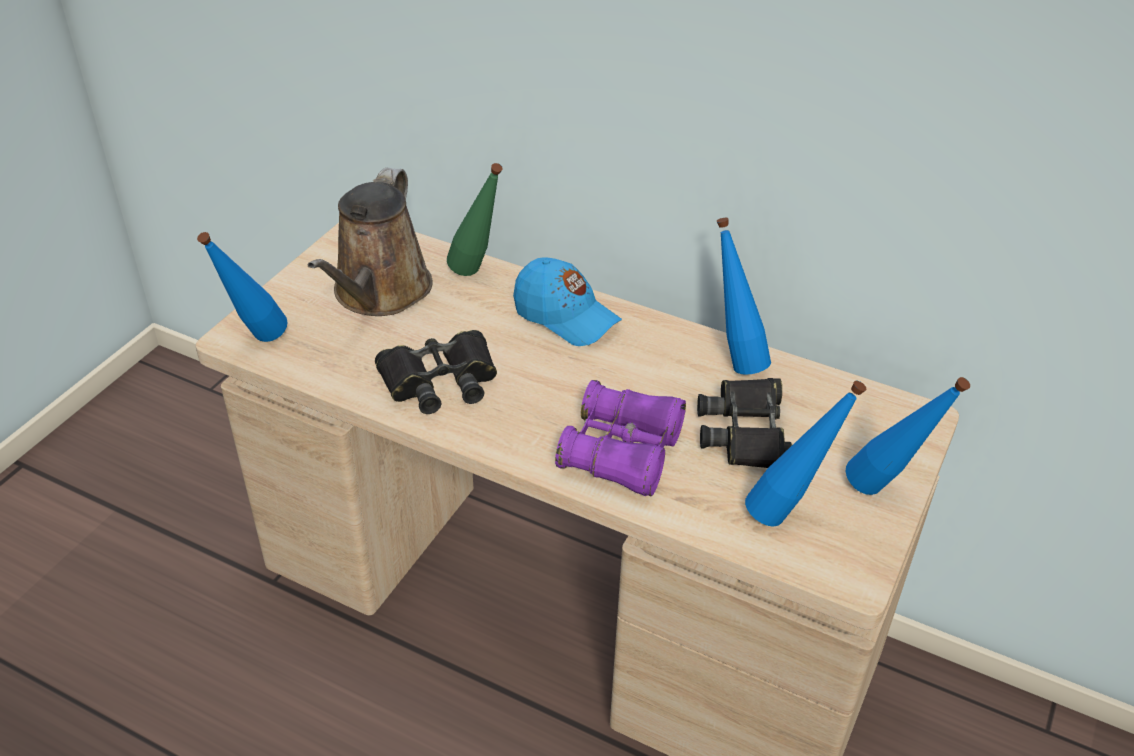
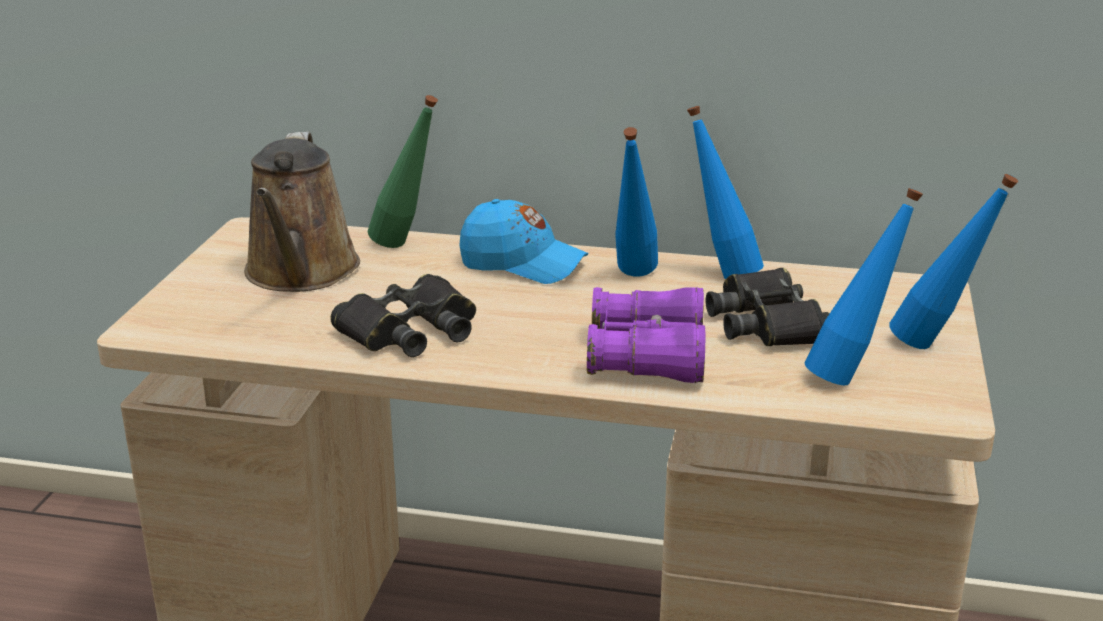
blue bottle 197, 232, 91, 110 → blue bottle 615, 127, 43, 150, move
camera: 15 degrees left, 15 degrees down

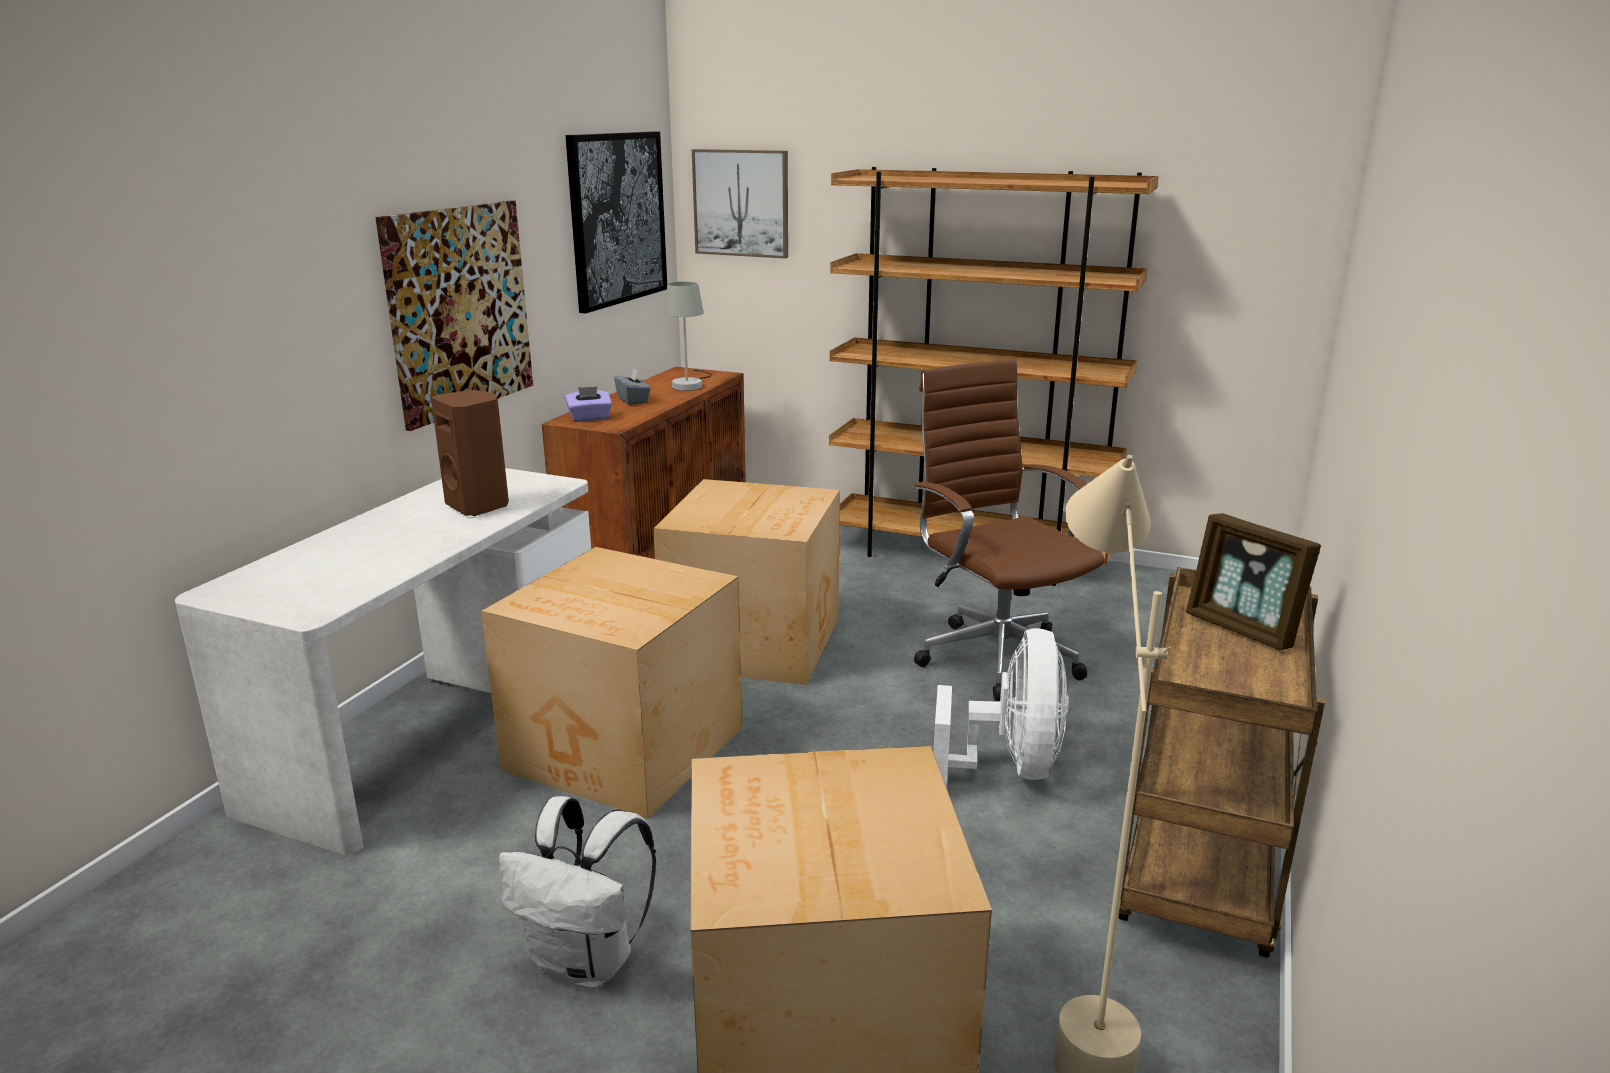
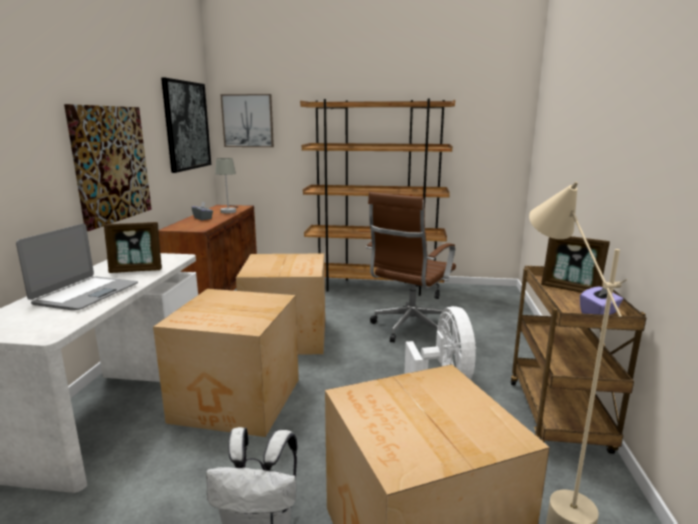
brownish computer chair 913, 359, 192, 342 → brownish computer chair 366, 192, 90, 151, 105 degrees counterclockwise
purple-coloured tissue holder 565, 386, 47, 36 → purple-coloured tissue holder 580, 287, 43, 28, move
brownish speaker 431, 390, 78, 126 → photo frame 104, 222, 58, 51
- → portable computer 16, 224, 122, 86
camera: 15 degrees left, 5 degrees down

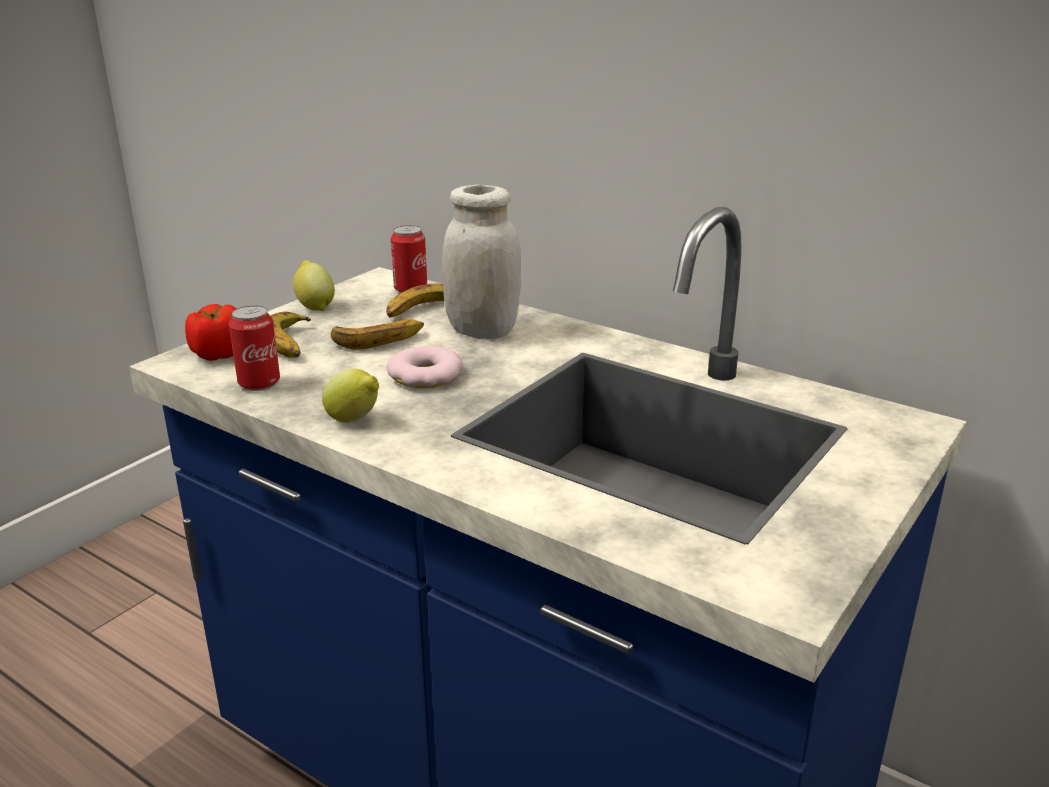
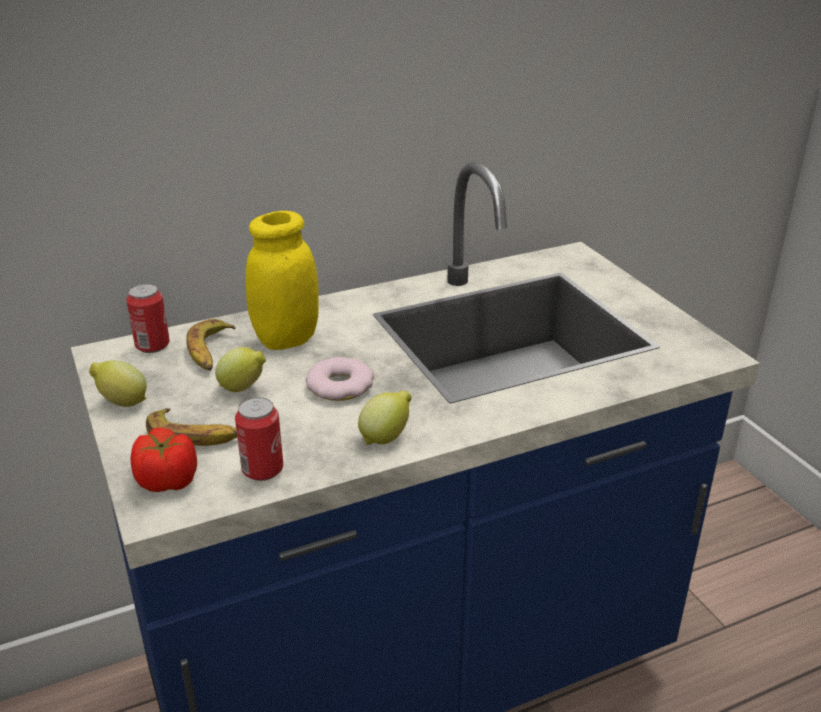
white-coloured storage jar 442, 185, 79, 154 → yellowish storage jar 246, 211, 73, 139
banana fruit 331, 319, 93, 30 → whole lemon 215, 347, 51, 45
camera: 60 degrees left, 5 degrees up

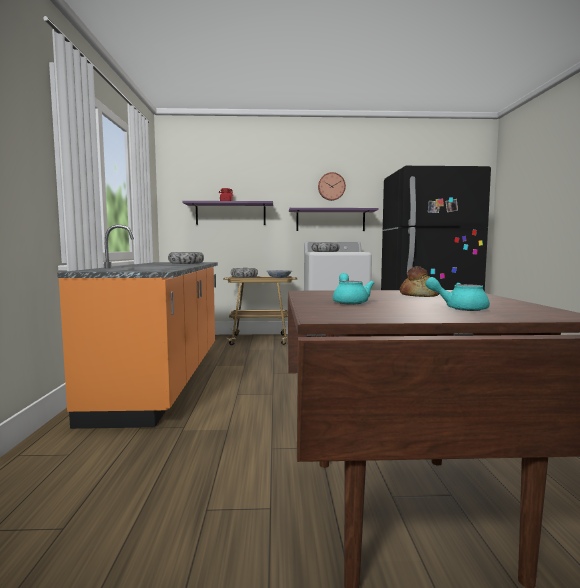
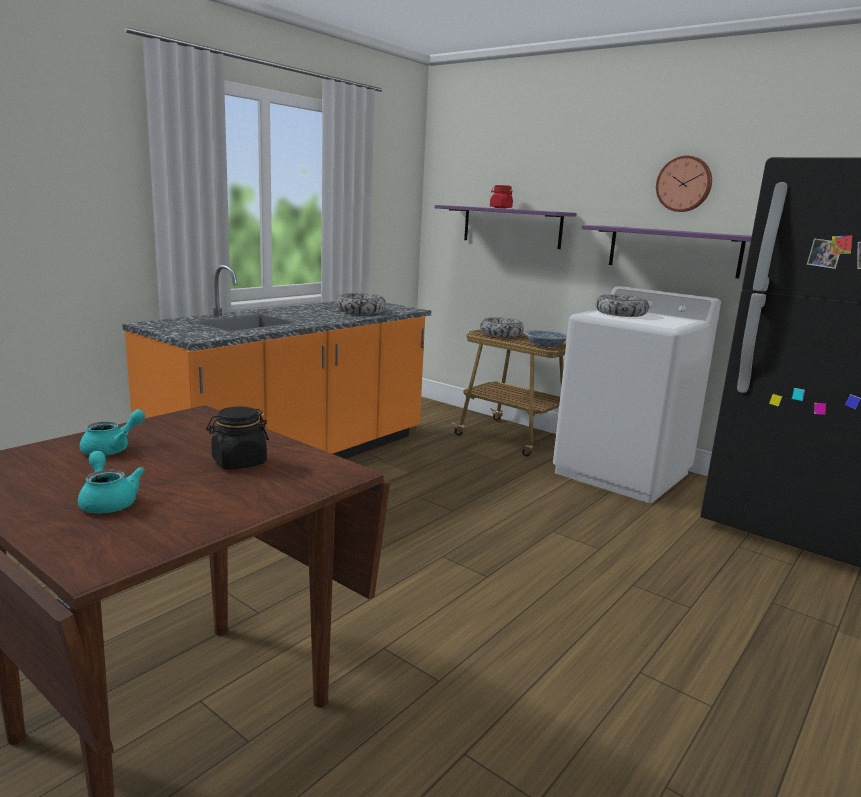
baked bread 400, 266, 39, 31 → black-coloured storage jar 206, 406, 63, 63
camera: 40 degrees right, 10 degrees up

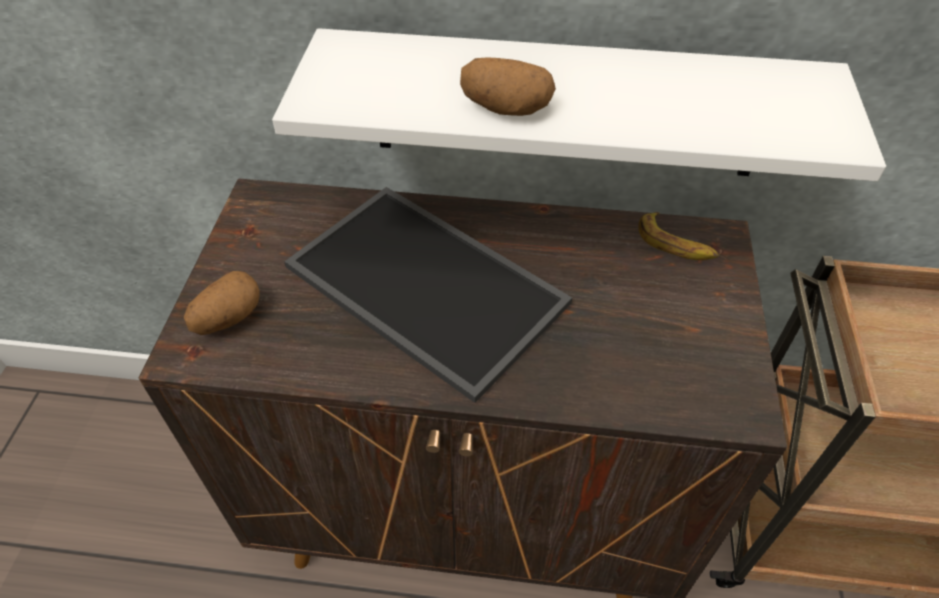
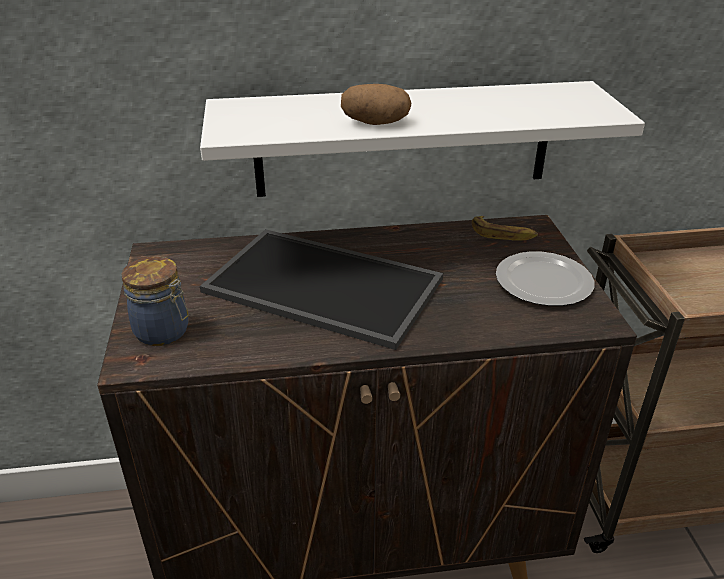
spud 184, 271, 76, 64 → storage jar 122, 256, 67, 90
- → dinner plate 496, 252, 98, 54
camera: 15 degrees left, 15 degrees down

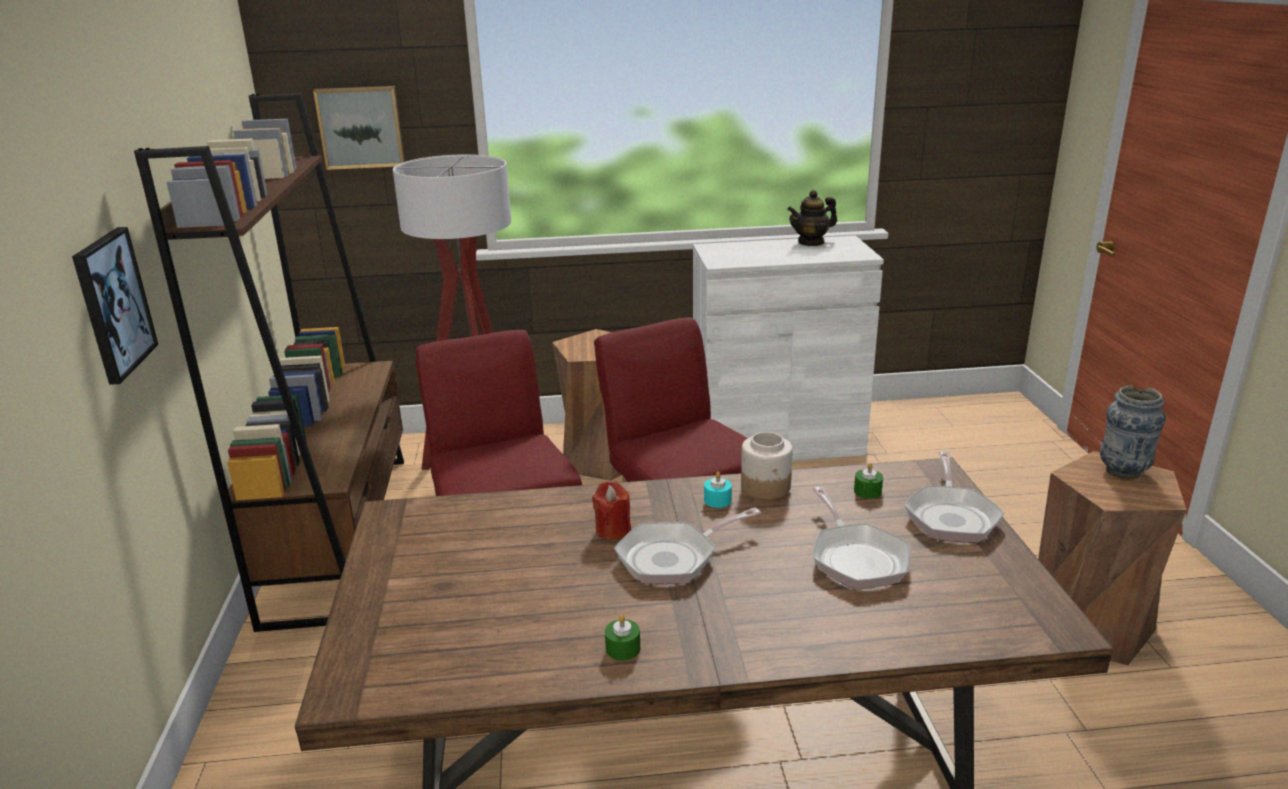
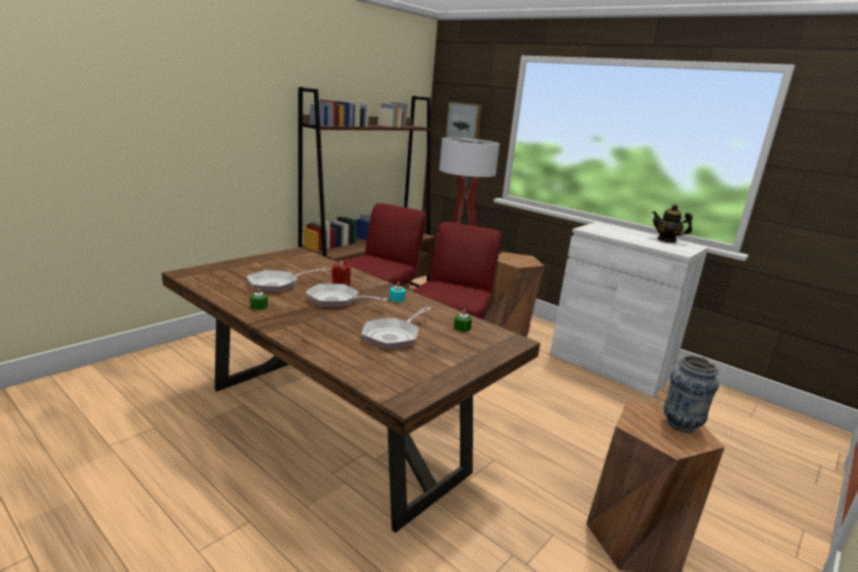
picture 72, 227, 86, 158 → -
storage jar 741, 432, 52, 67 → -
skillet 904, 451, 100, 92 → skillet 246, 268, 80, 25, move
camera: 45 degrees right, 5 degrees down

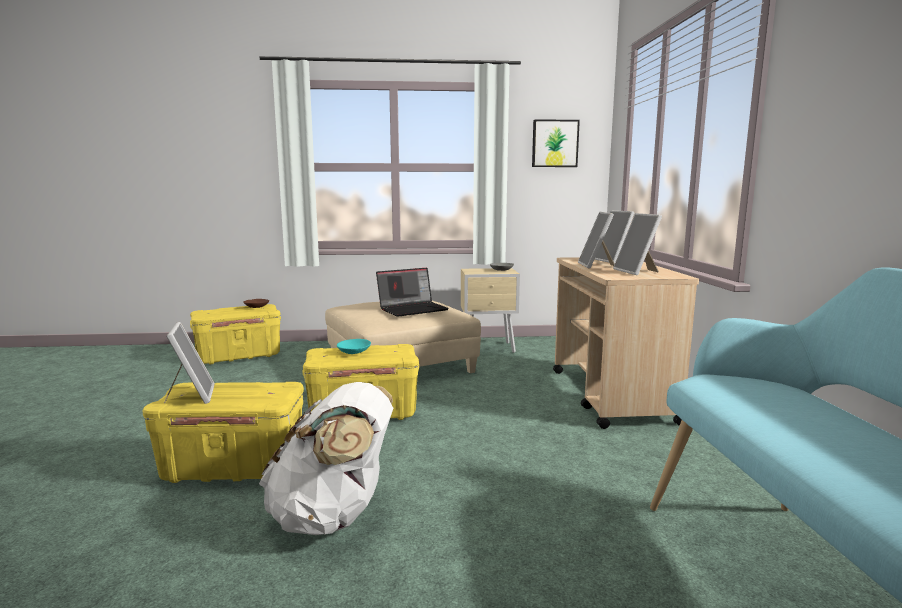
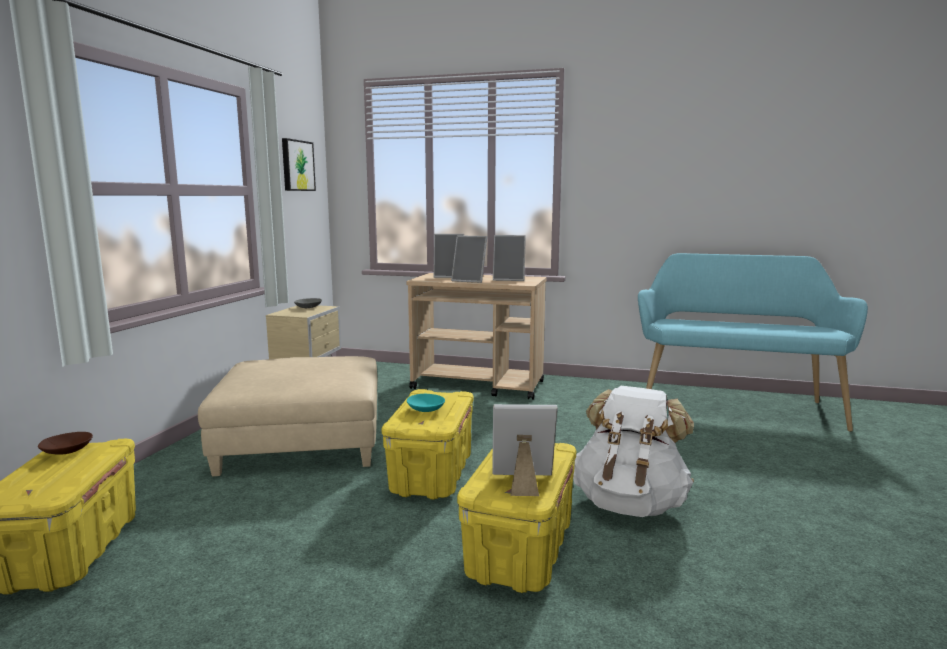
portable computer 376, 268, 73, 49 → -
camera: 70 degrees left, 0 degrees up

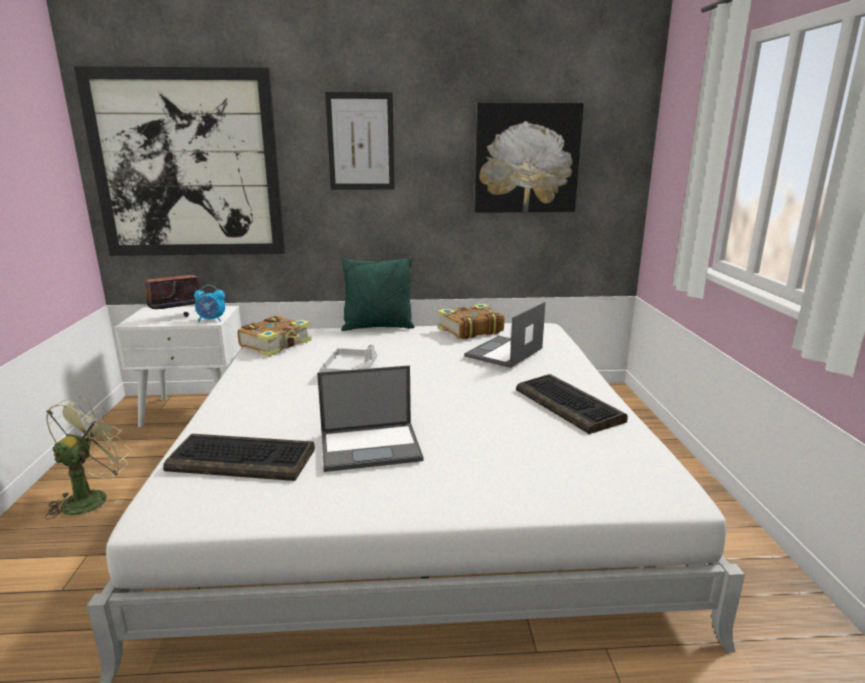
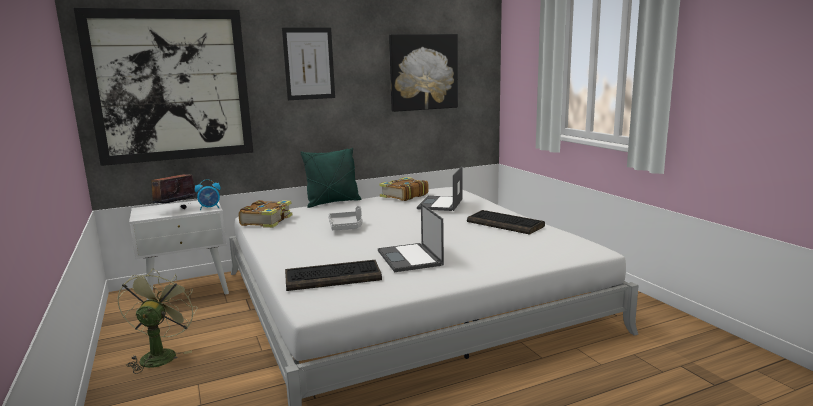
portable computer 317, 365, 106, 107 → portable computer 378, 203, 66, 69, 105 degrees clockwise
camera: 20 degrees left, 5 degrees down

